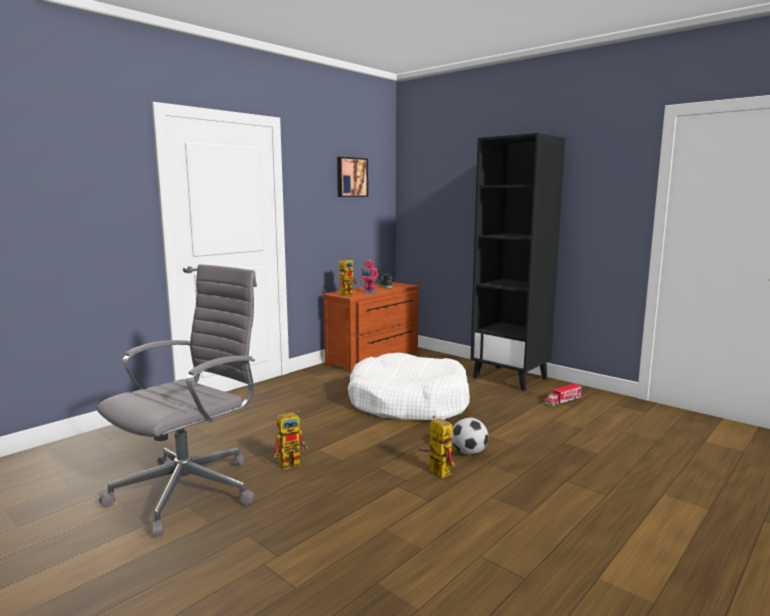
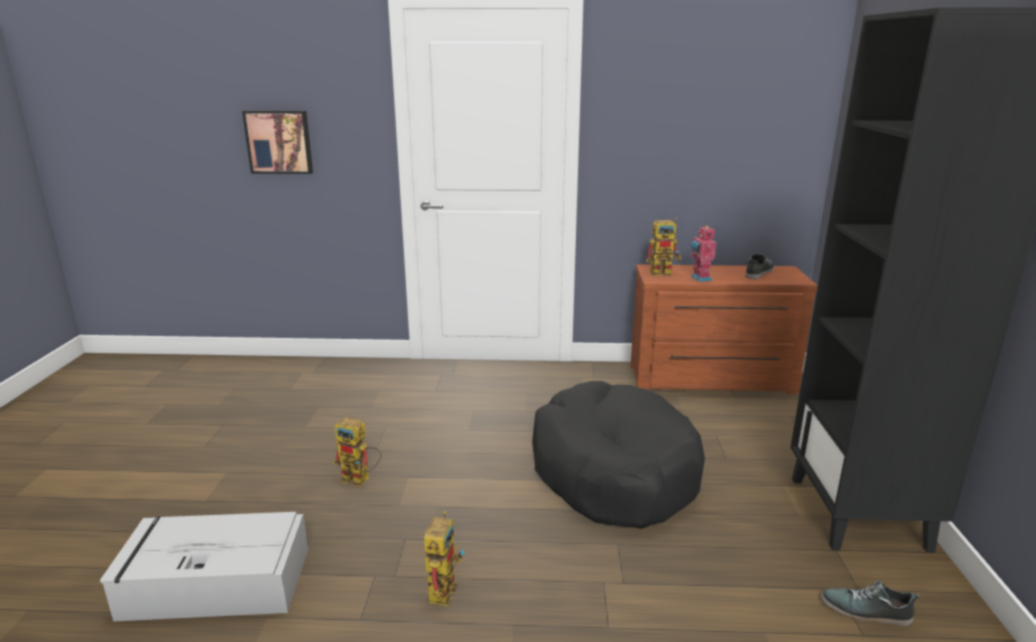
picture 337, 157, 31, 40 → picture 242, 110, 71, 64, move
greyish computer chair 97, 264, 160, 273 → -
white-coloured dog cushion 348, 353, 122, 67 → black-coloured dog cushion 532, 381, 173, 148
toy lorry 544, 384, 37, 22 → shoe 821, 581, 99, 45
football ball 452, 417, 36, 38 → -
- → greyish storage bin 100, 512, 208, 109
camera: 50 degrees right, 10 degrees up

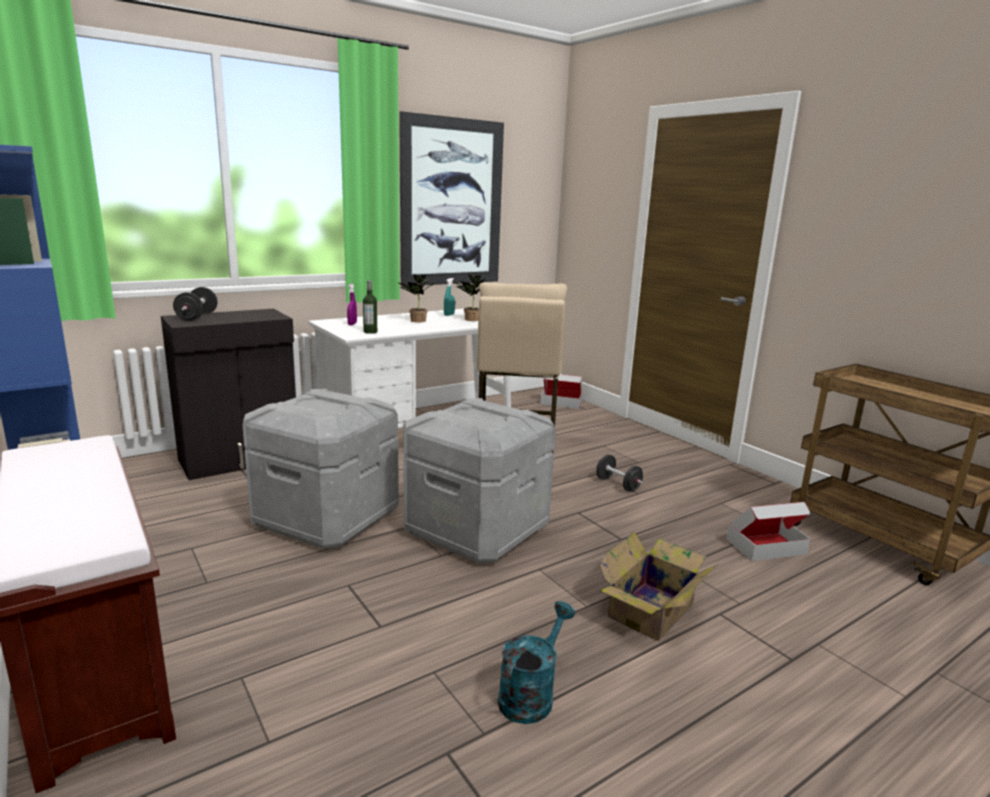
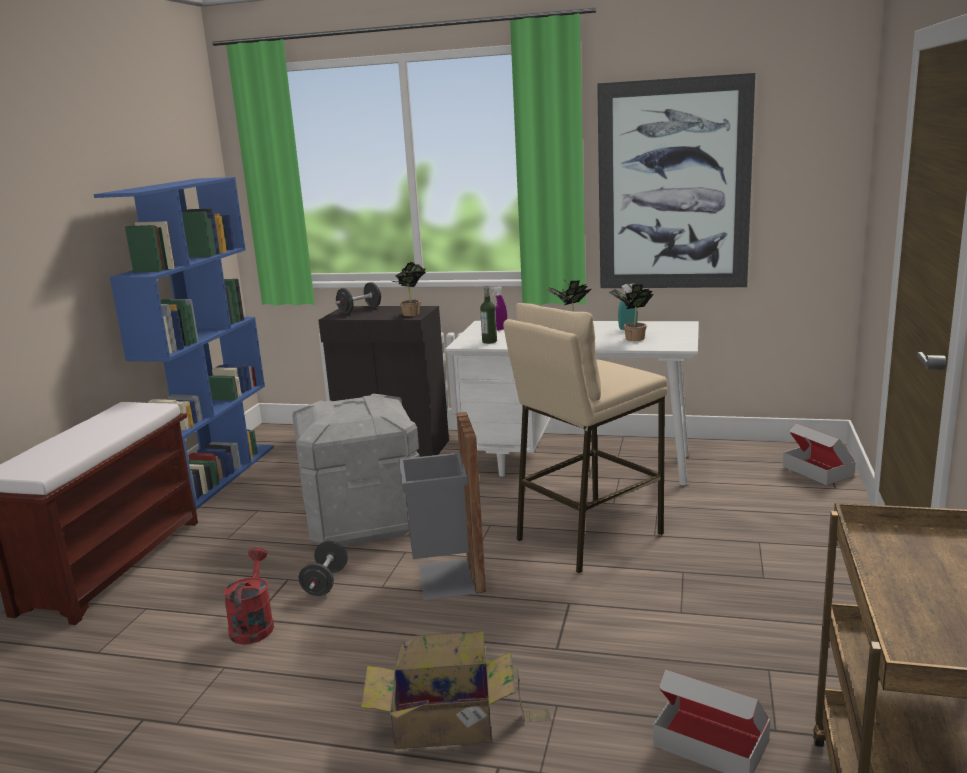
greyish storage bin 403, 398, 153, 165 → greyish rubbish bin 399, 412, 88, 188
black-coloured free weight 597, 454, 46, 38 → black-coloured free weight 299, 541, 49, 55, move
turquoise-coloured sprinkling can 498, 601, 77, 123 → -
- → potted plant 392, 262, 34, 54
- → reddish sprinkling can 223, 548, 51, 96
camera: 50 degrees right, 0 degrees up

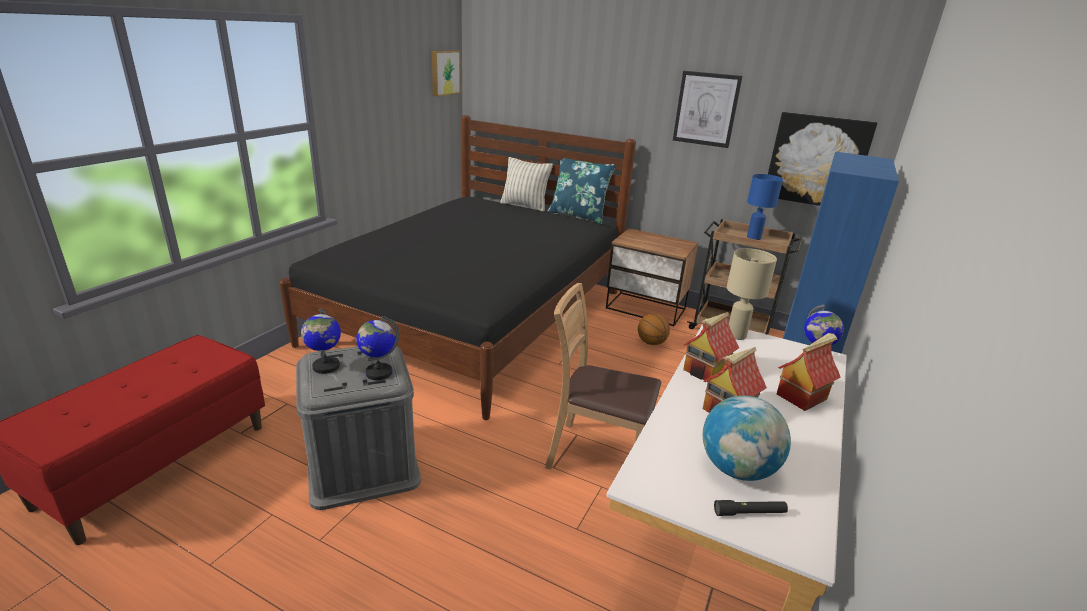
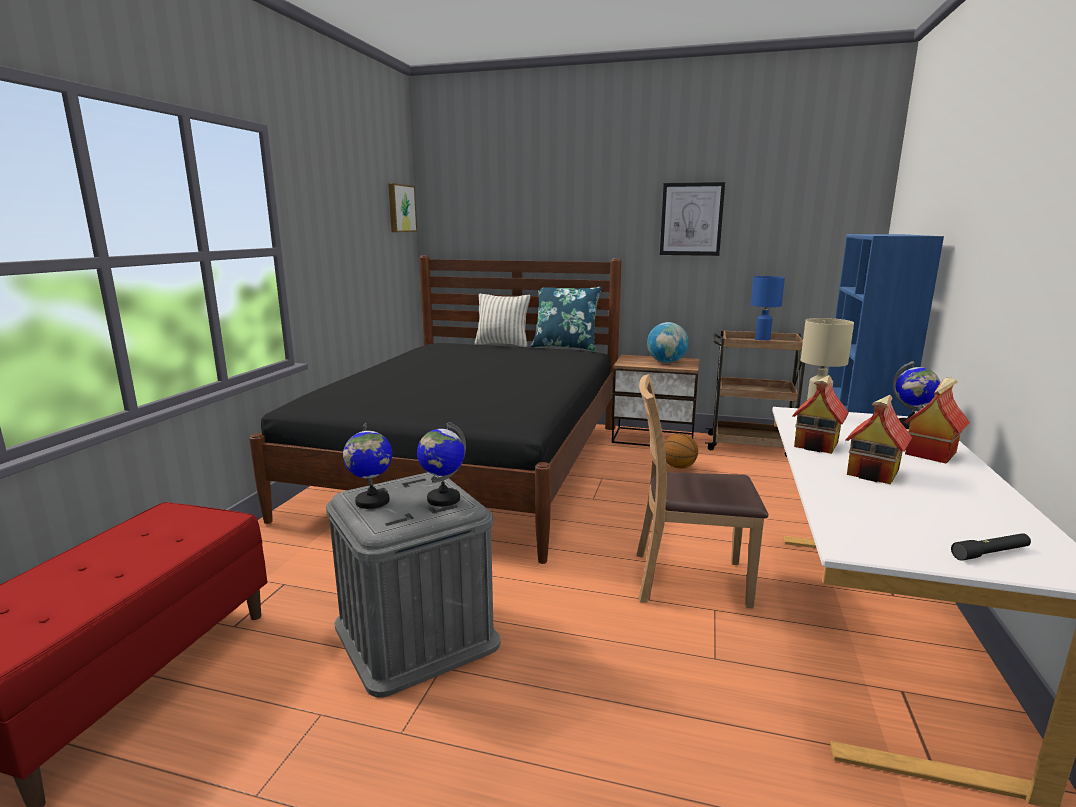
picture 768, 112, 109, 94 → -
desk globe 703, 395, 88, 86 → desk globe 647, 322, 42, 41, move
camera: 10 degrees left, 10 degrees down

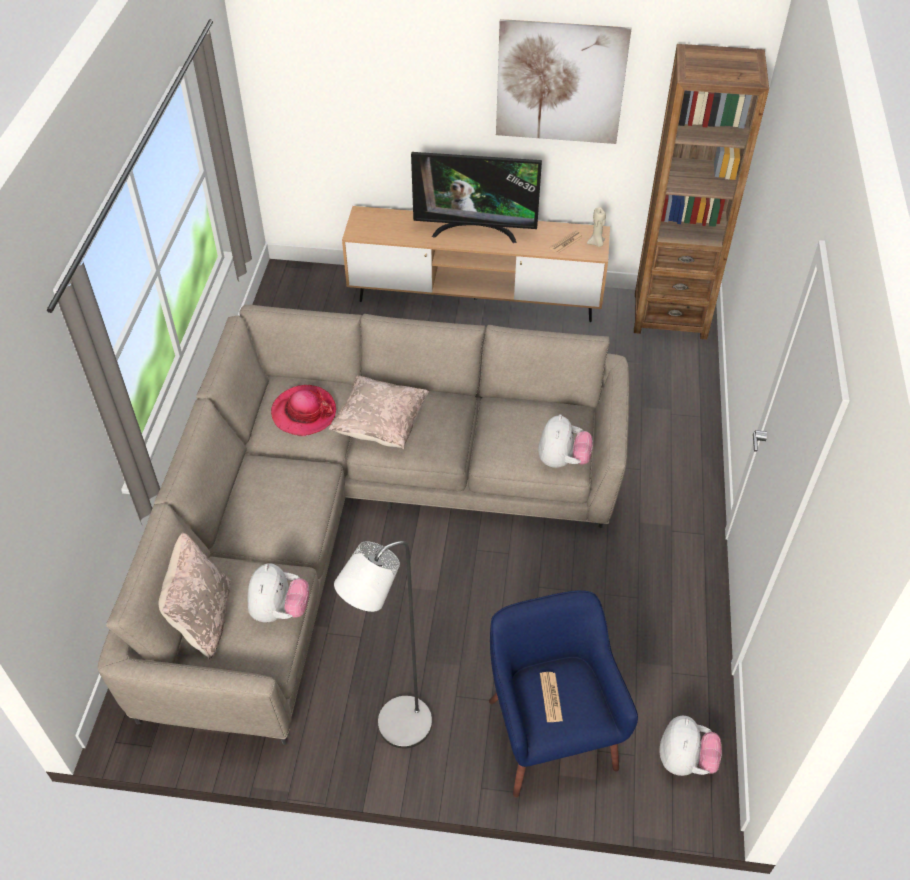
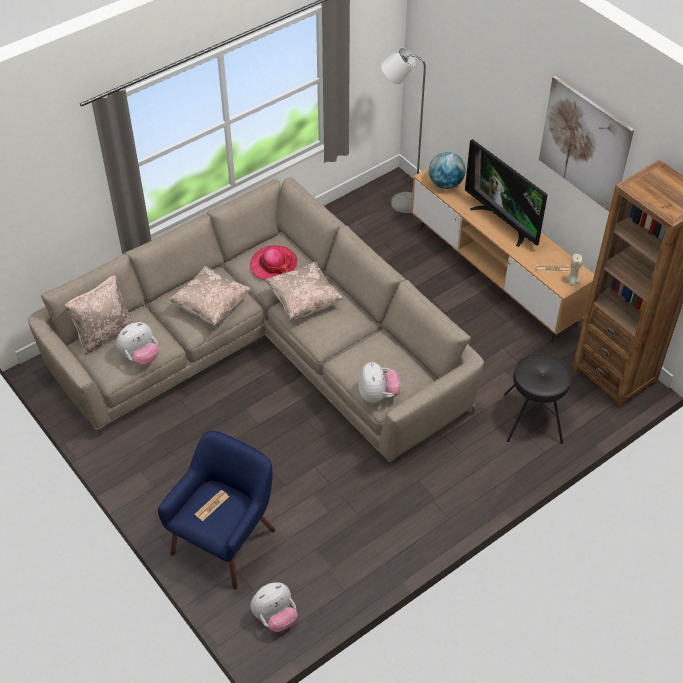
cuddly toy 538, 414, 55, 54 → cuddly toy 358, 361, 42, 42, 60 degrees counterclockwise
greyish floor lamp 334, 541, 98, 207 → greyish floor lamp 381, 48, 45, 167, move
- → desk globe 429, 152, 37, 37
- → sand-coloured pillow 169, 266, 82, 60
- → black-coloured stool 504, 353, 68, 91
camera: 45 degrees right, 0 degrees up

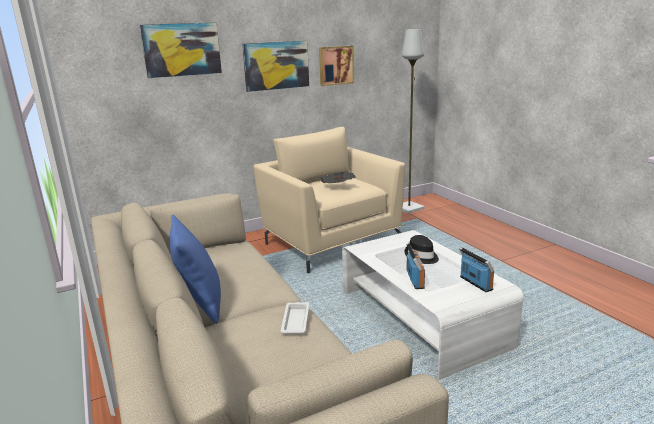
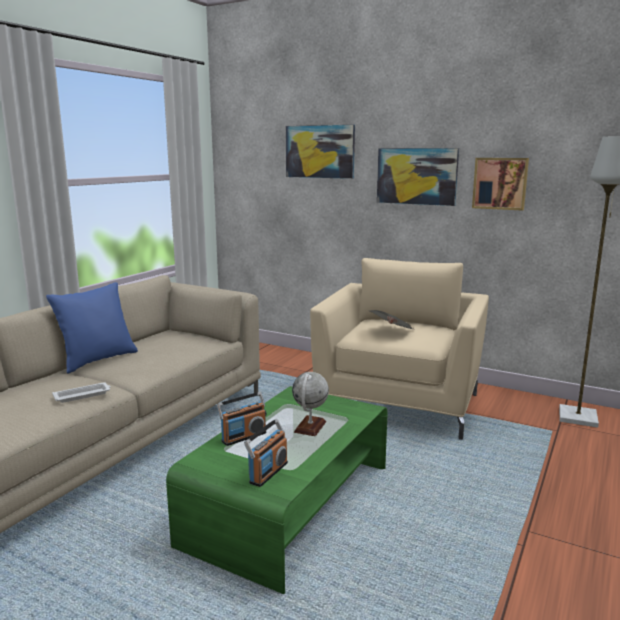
white-coloured coffee table 342, 230, 181, 150 → green coffee table 166, 386, 221, 208
black-coloured clothing hat 404, 235, 35, 29 → desk globe 292, 372, 37, 64
camera: 55 degrees right, 5 degrees down

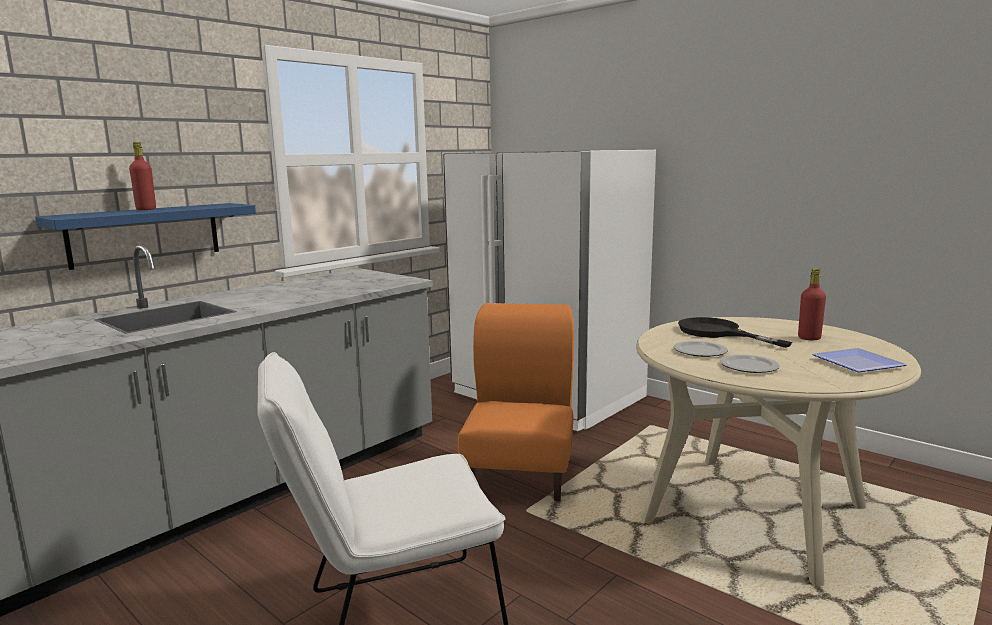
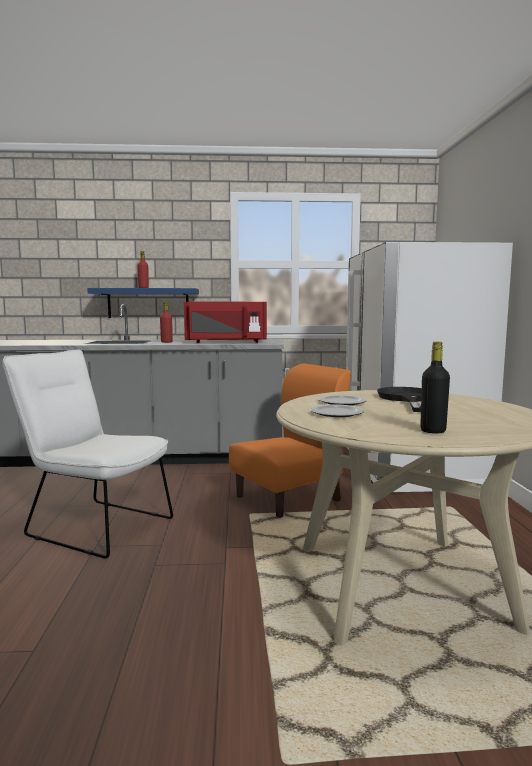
reddish bottle 798, 268, 28, 72 → reddish bottle 160, 302, 13, 41, move
dinner plate 812, 348, 95, 24 → black-coloured bottle 420, 342, 30, 92
- → reddish microwave oven 184, 302, 83, 41
camera: 45 degrees right, 5 degrees down

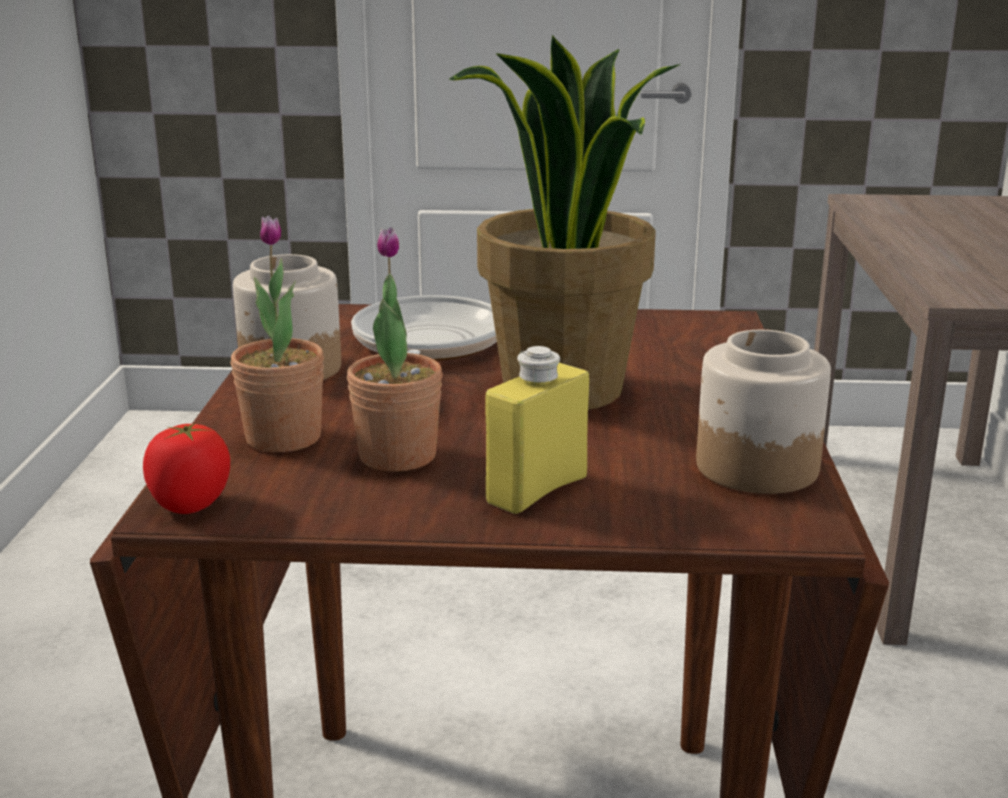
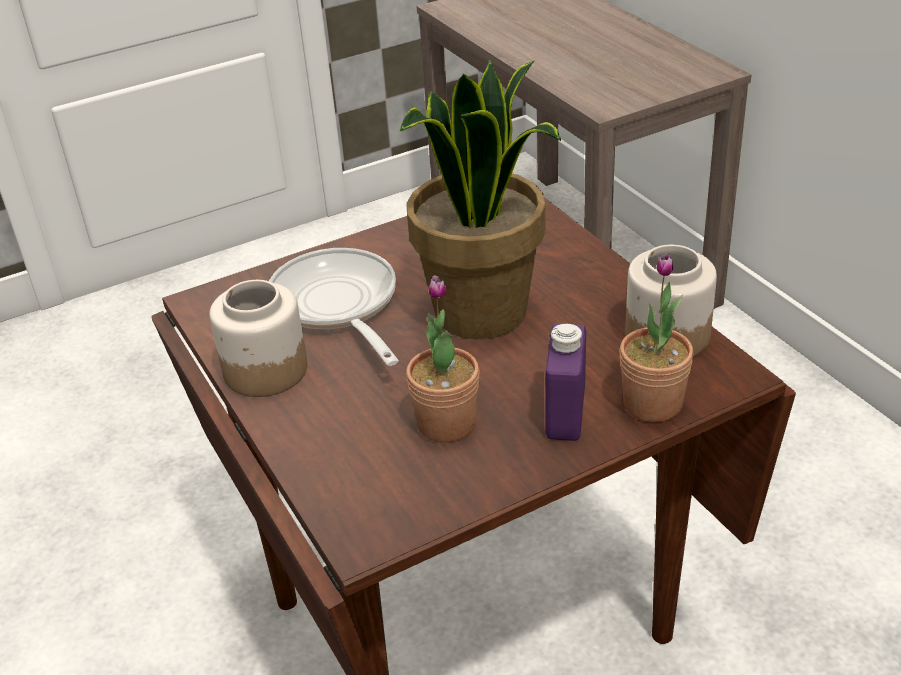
potted plant 230, 215, 94, 237 → potted plant 619, 253, 75, 169, move
yellowish bottle 485, 346, 104, 168 → purple-coloured bottle 545, 324, 41, 117
fresh tomato 143, 423, 87, 91 → -
camera: 30 degrees left, 15 degrees up

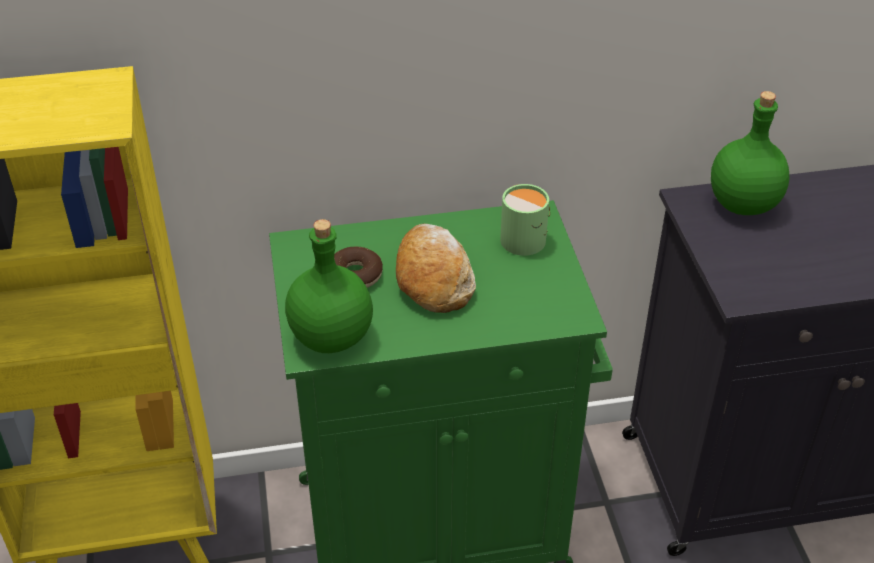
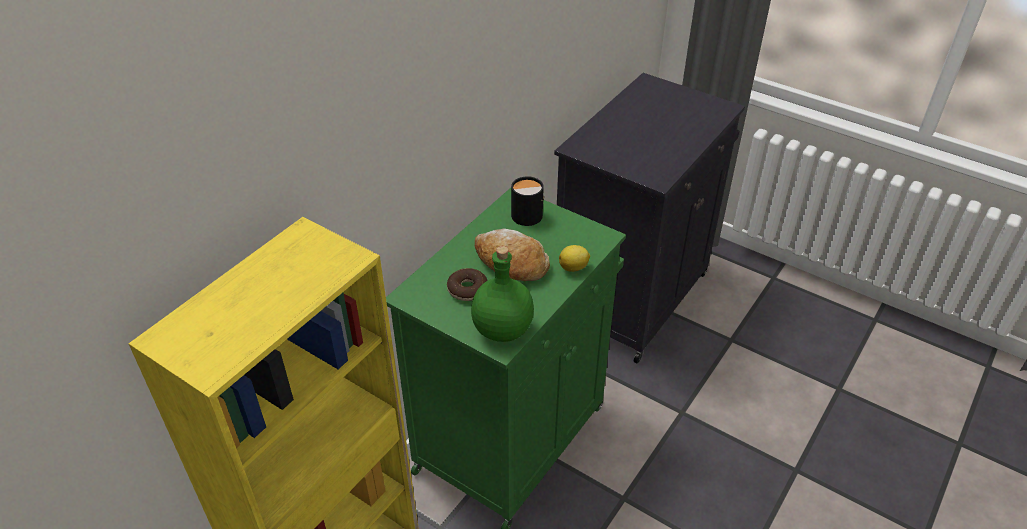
green bottle 711, 91, 78, 124 → -
green coffee mug 500, 184, 50, 72 → black-coloured coffee mug 511, 176, 33, 50
- → whole lemon 559, 245, 31, 27
camera: 45 degrees left, 0 degrees up

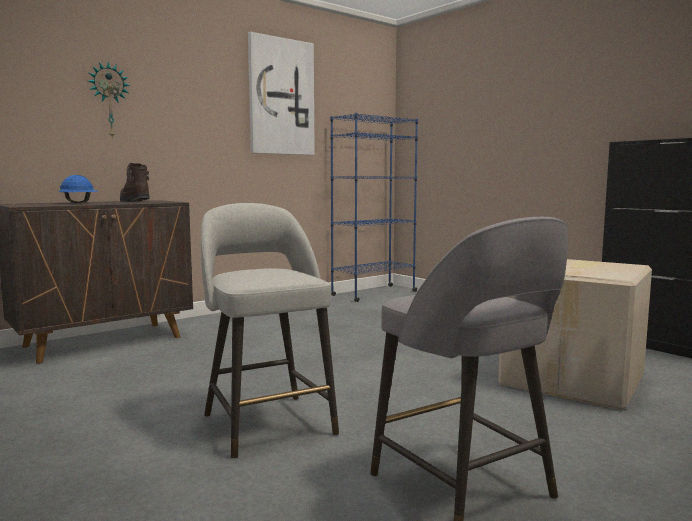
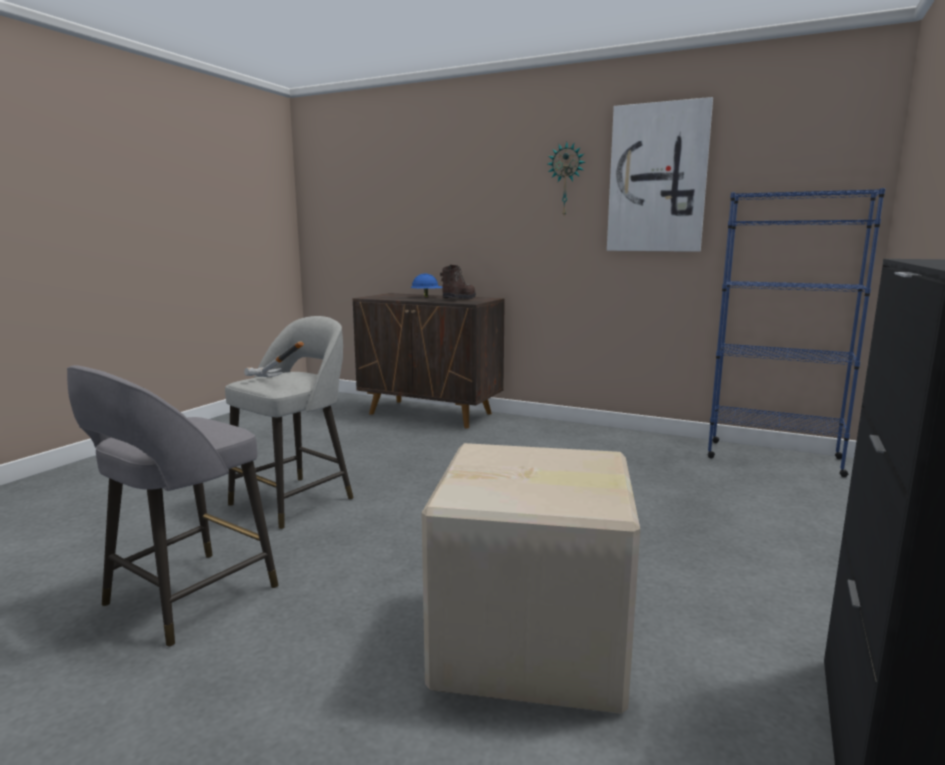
wall clock 88, 62, 42, 77 → wall clock 548, 142, 37, 74, move
- → hammer 244, 341, 60, 36
camera: 65 degrees right, 5 degrees up

